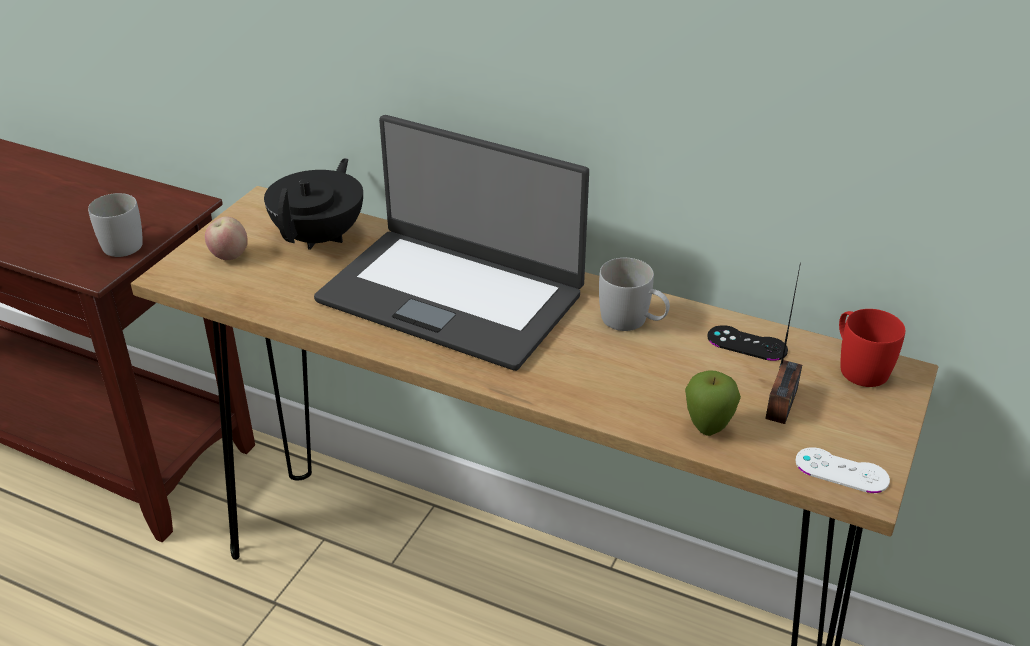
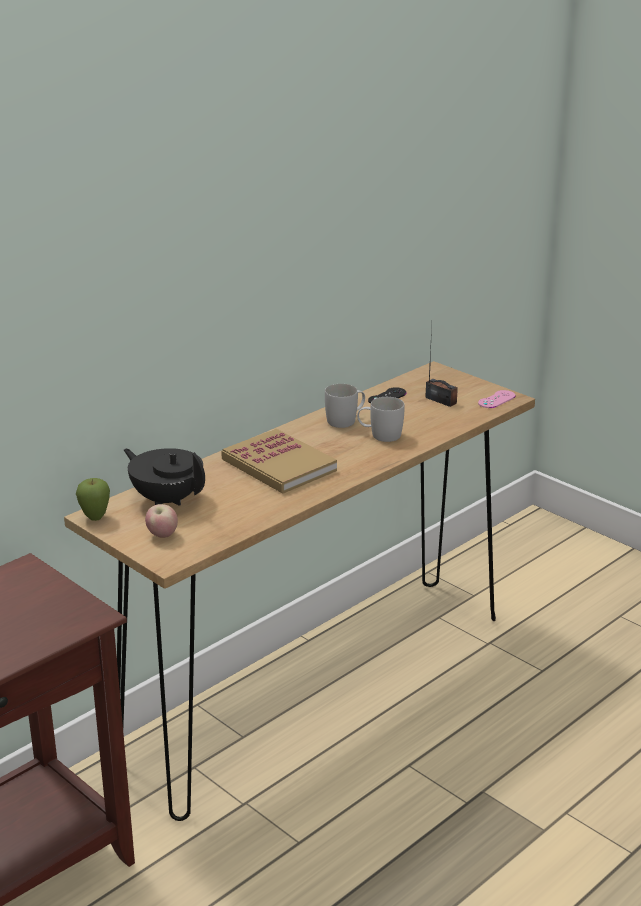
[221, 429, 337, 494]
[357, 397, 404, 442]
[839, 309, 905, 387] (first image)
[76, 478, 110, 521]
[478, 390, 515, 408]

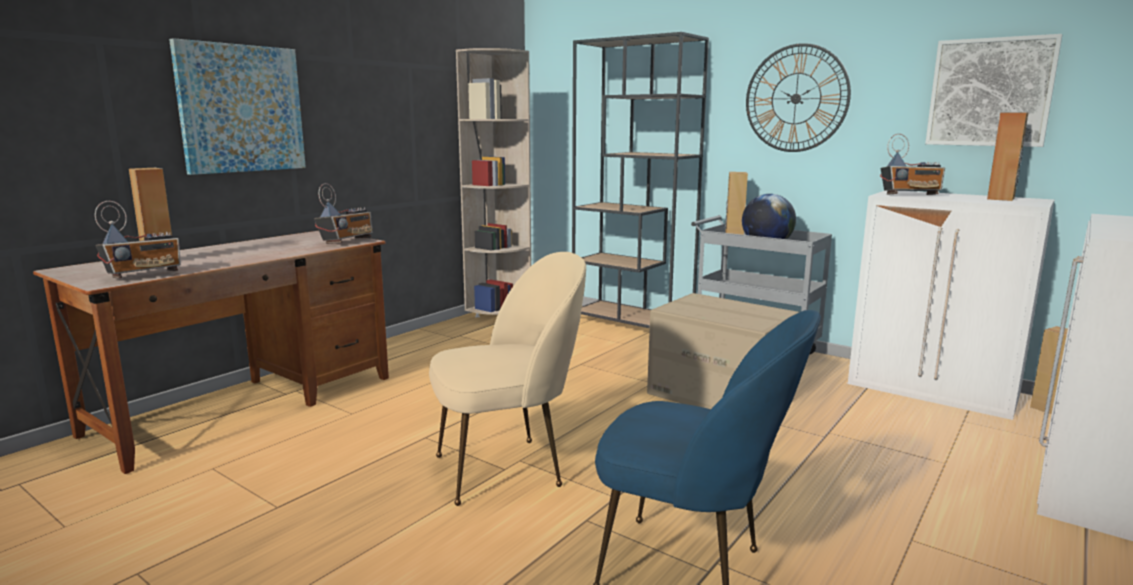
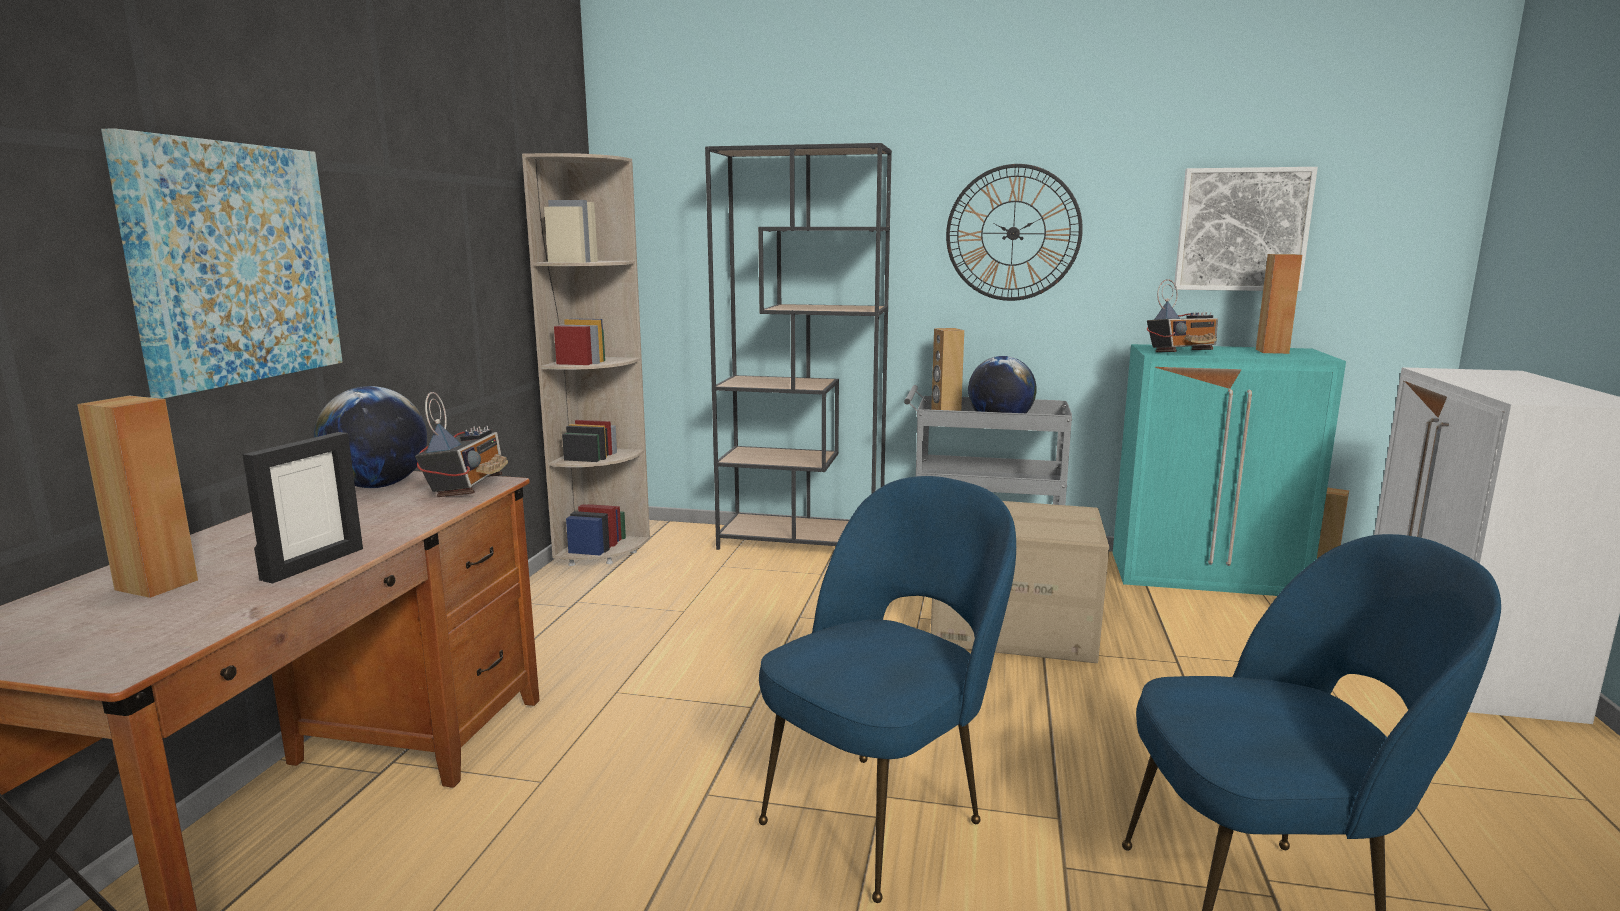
[1113, 344, 1346, 596]
[95, 201, 181, 279] (first image)
[759, 476, 1016, 903]
[314, 386, 427, 488]
[242, 432, 363, 584]

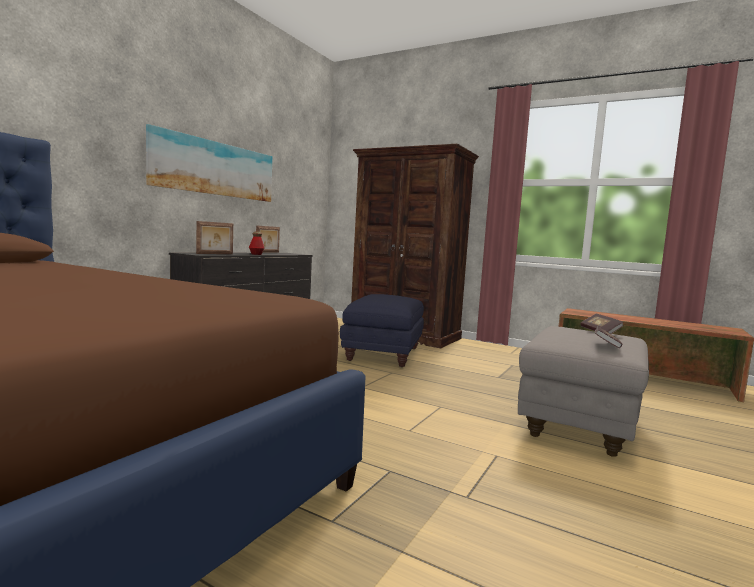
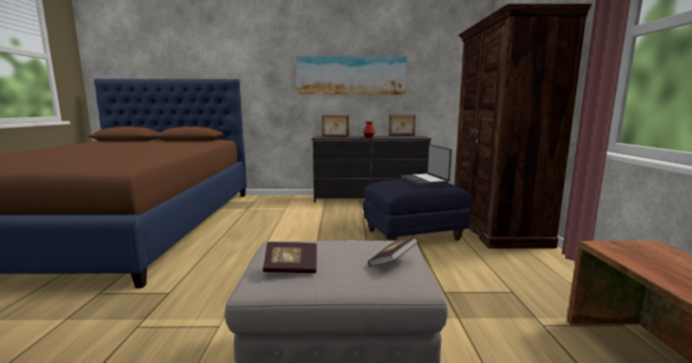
[401, 145, 452, 186]

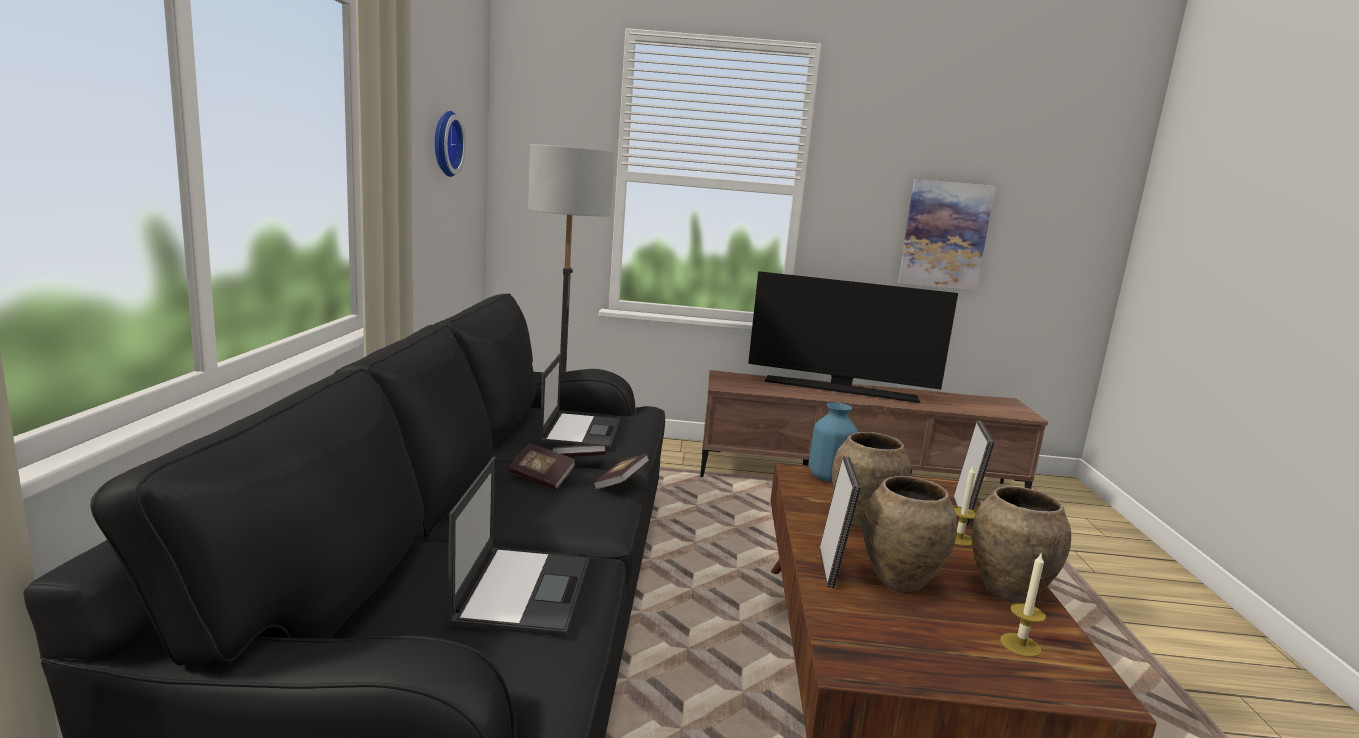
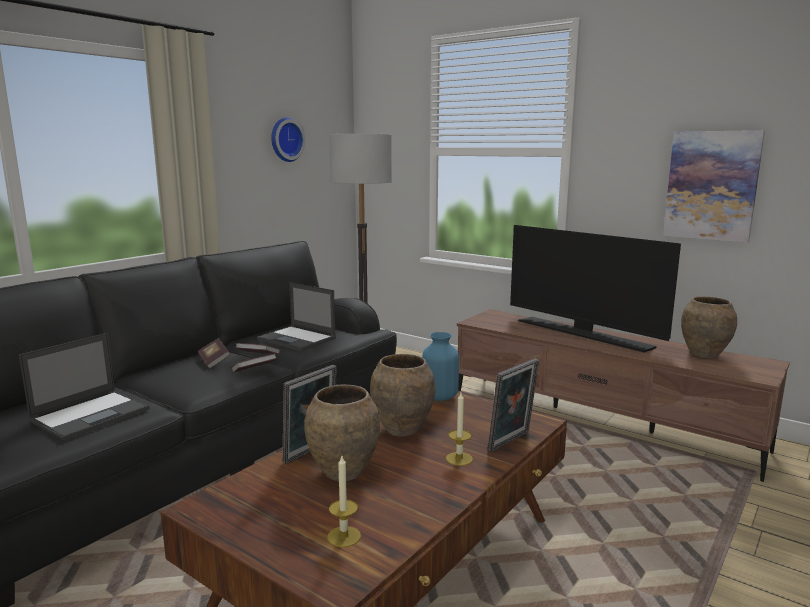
[257, 282, 336, 351]
[681, 296, 737, 358]

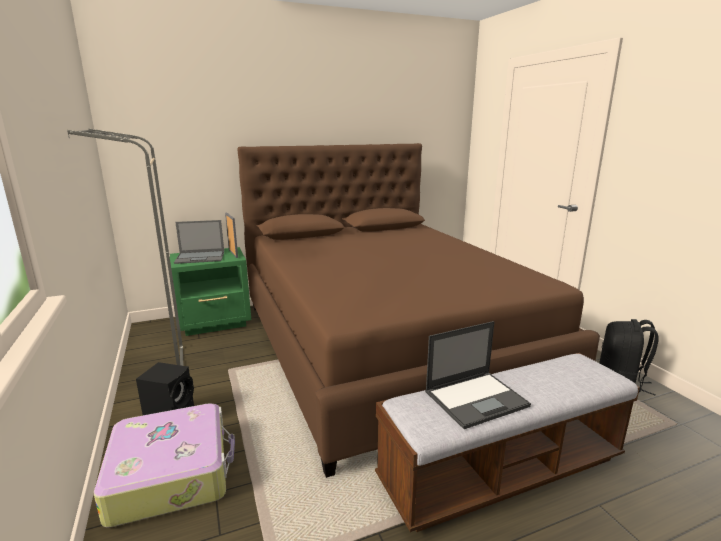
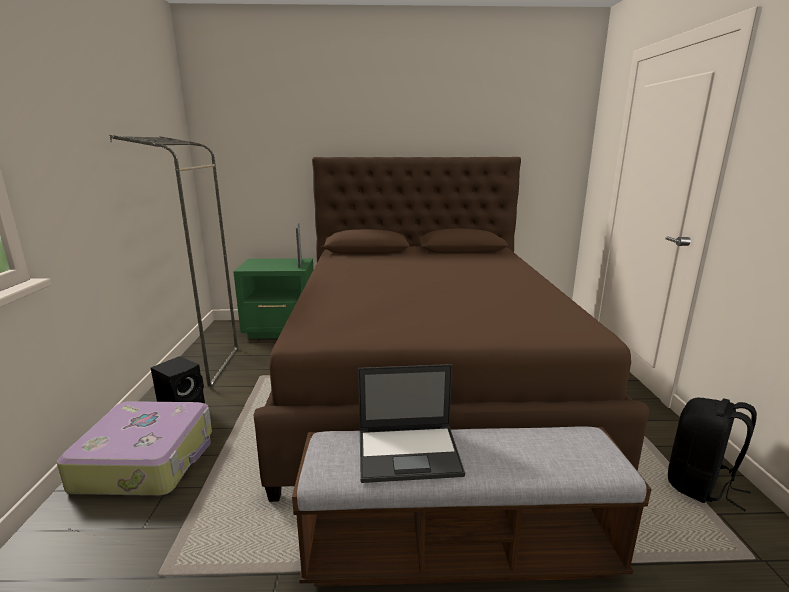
[174, 220, 224, 264] (first image)

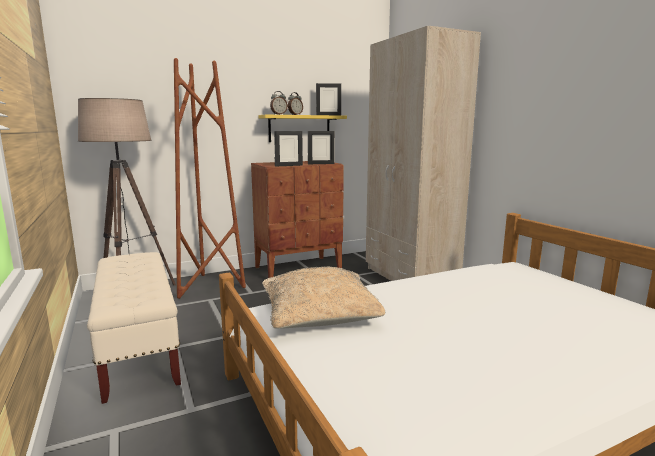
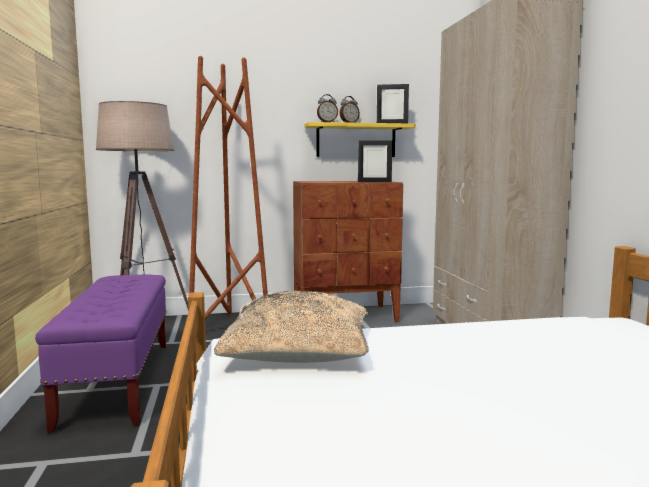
[274, 131, 303, 166] (first image)
[35, 274, 167, 433]

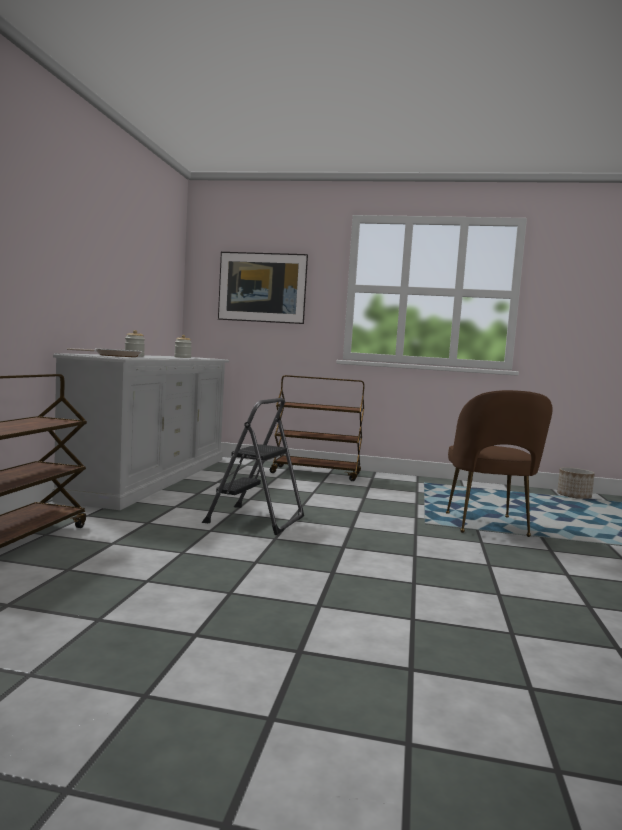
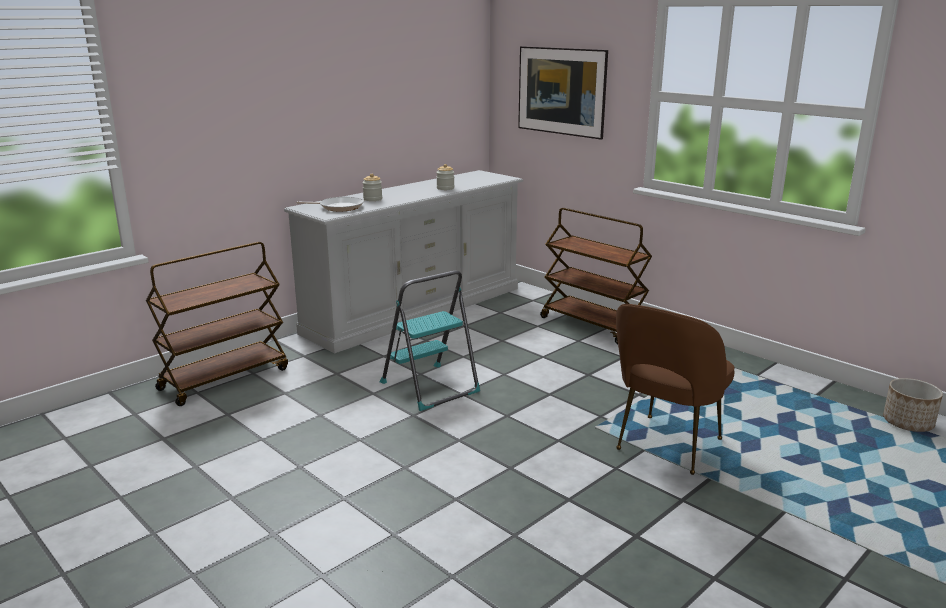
[379, 271, 480, 411]

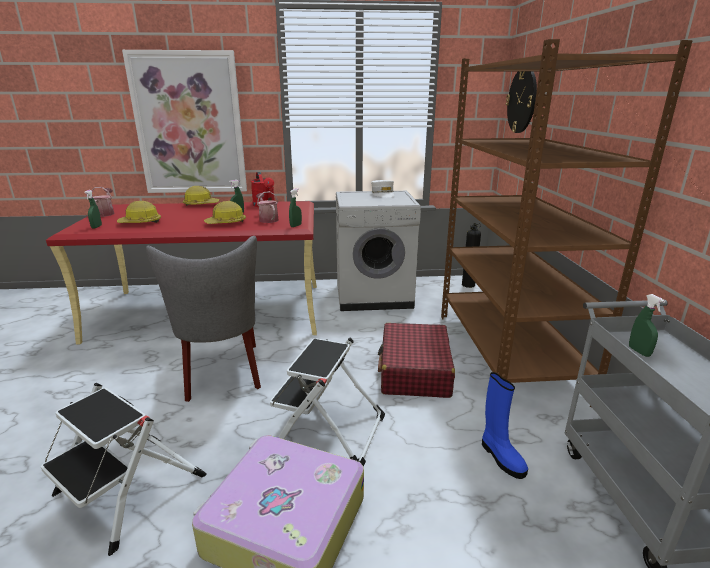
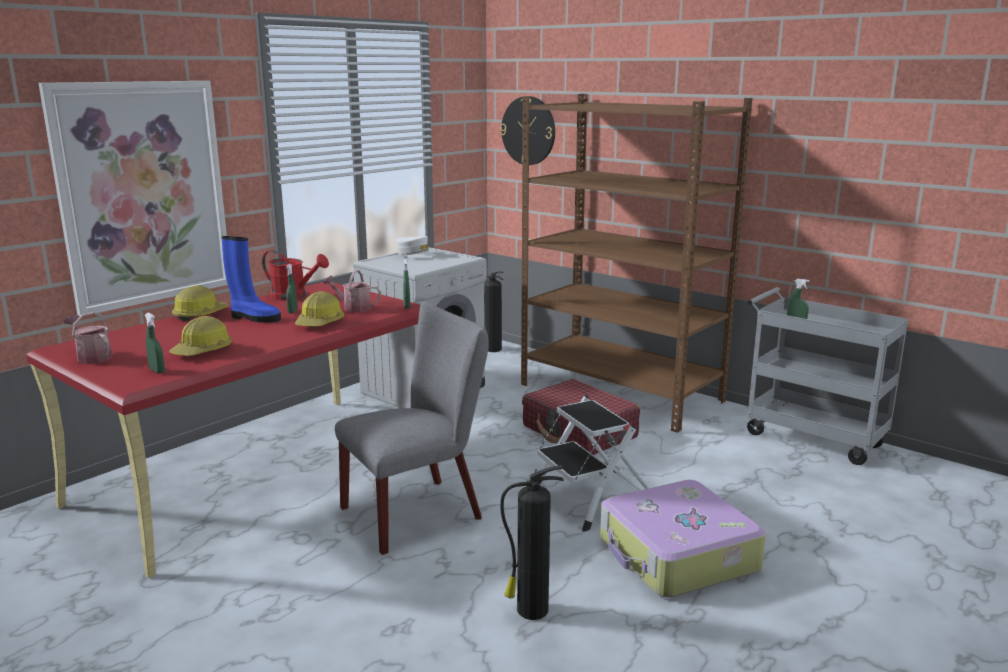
[335, 302, 489, 555]
[221, 236, 281, 323]
[500, 465, 564, 620]

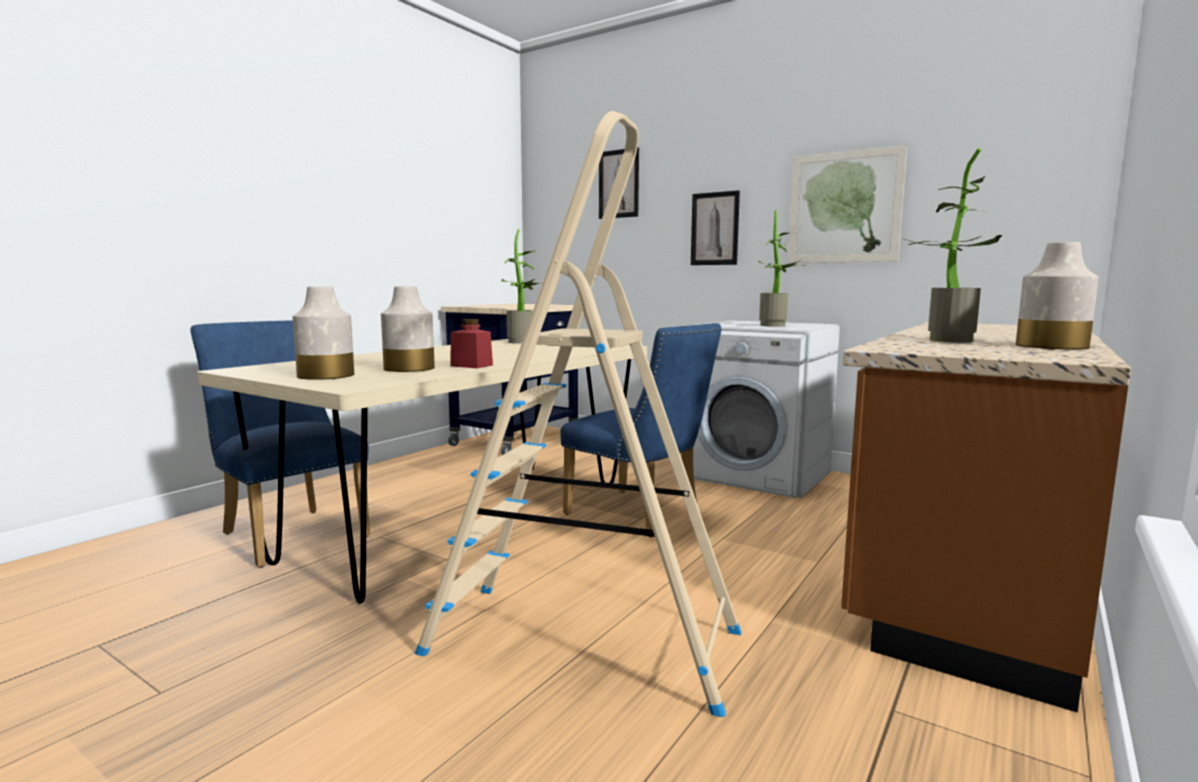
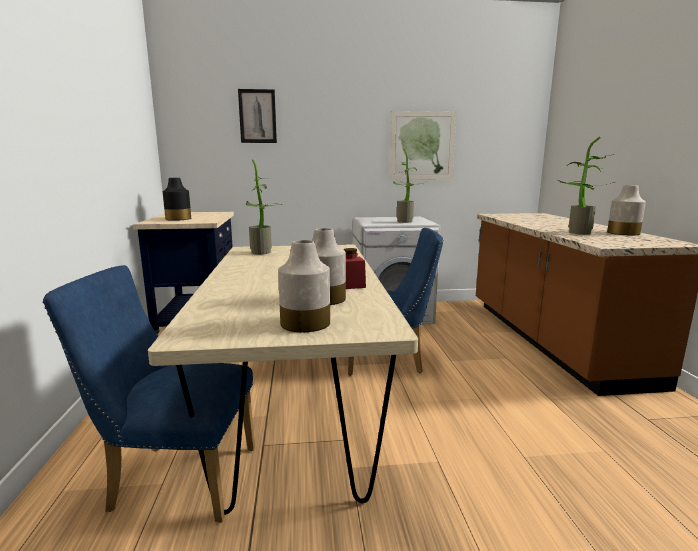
[415, 111, 742, 717] (first image)
[691, 190, 740, 265] (first image)
[163, 178, 191, 221]

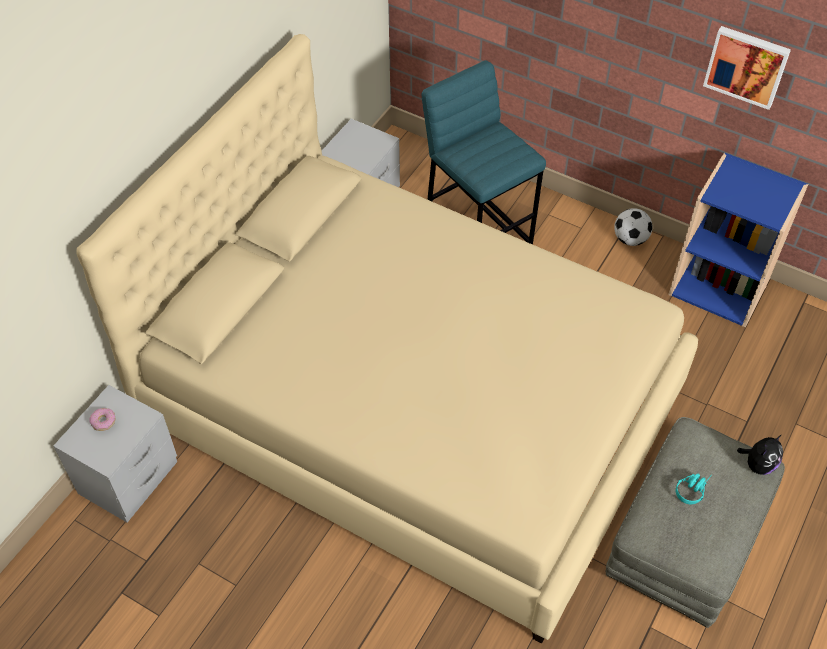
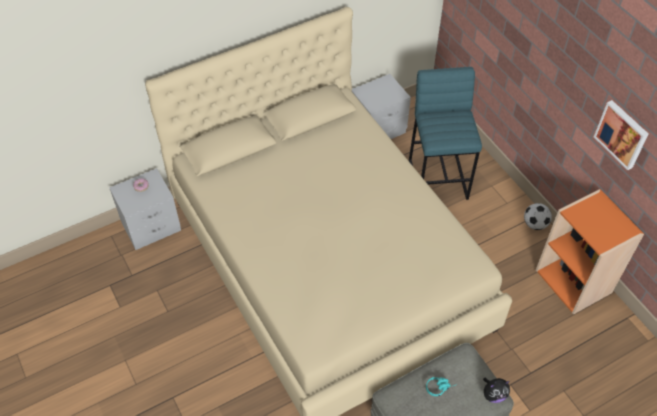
[536, 189, 644, 315]

